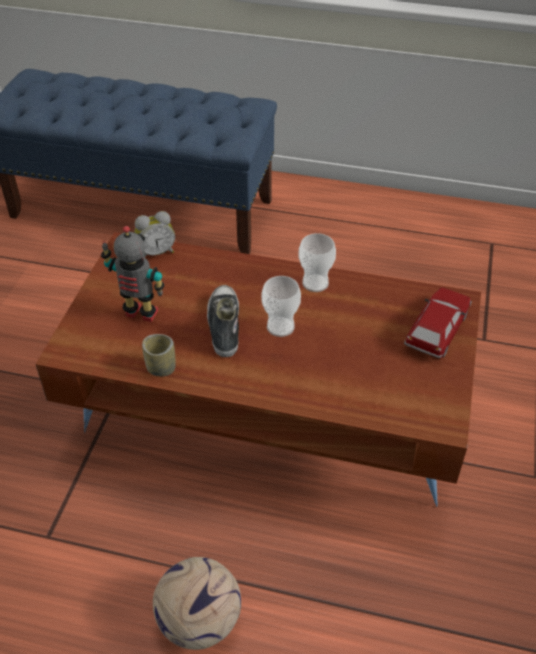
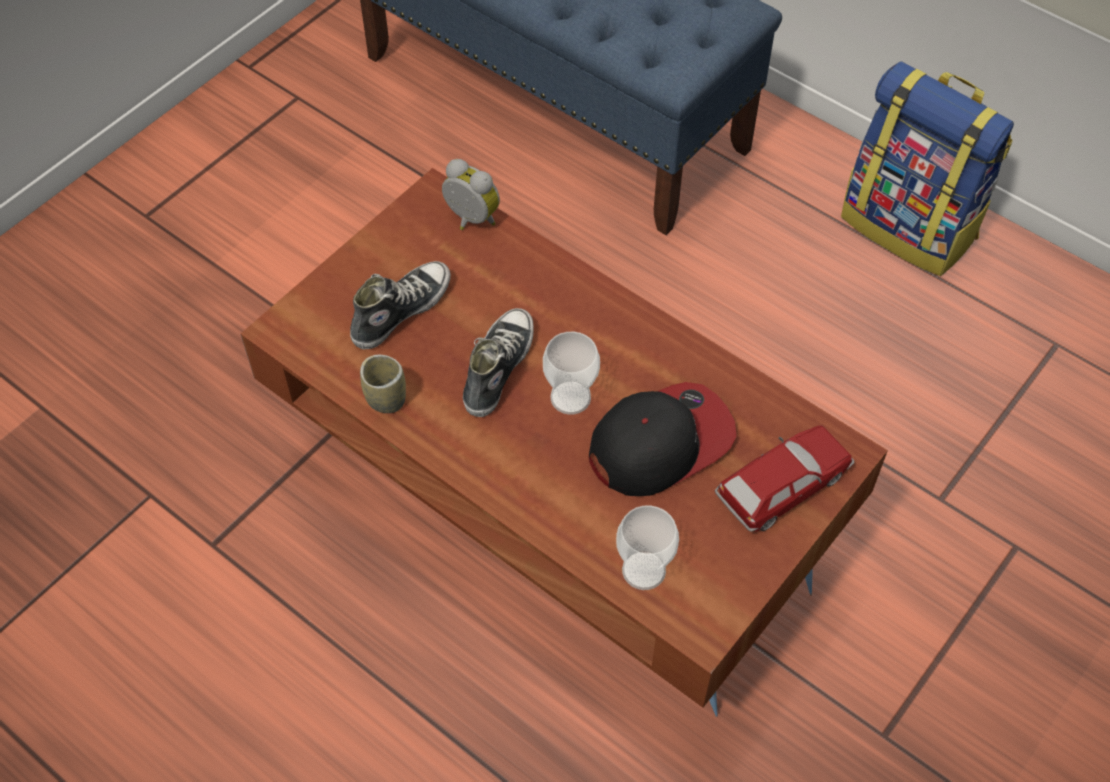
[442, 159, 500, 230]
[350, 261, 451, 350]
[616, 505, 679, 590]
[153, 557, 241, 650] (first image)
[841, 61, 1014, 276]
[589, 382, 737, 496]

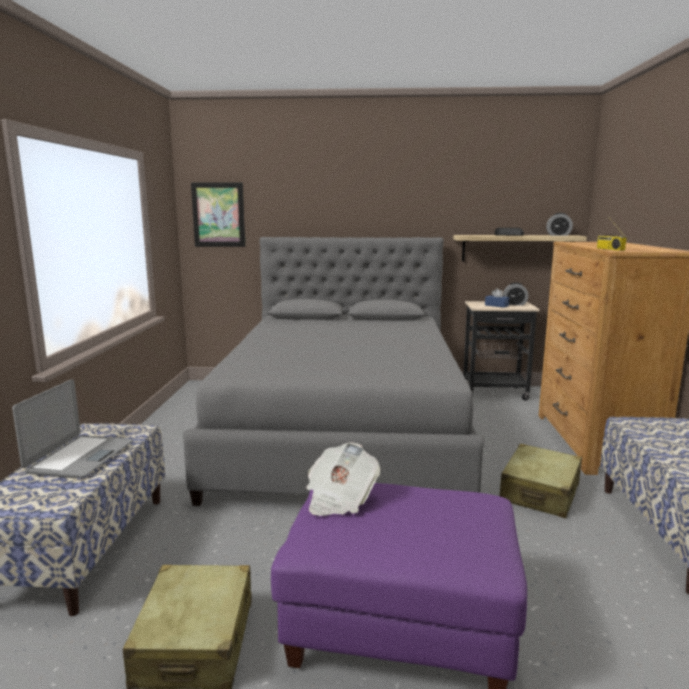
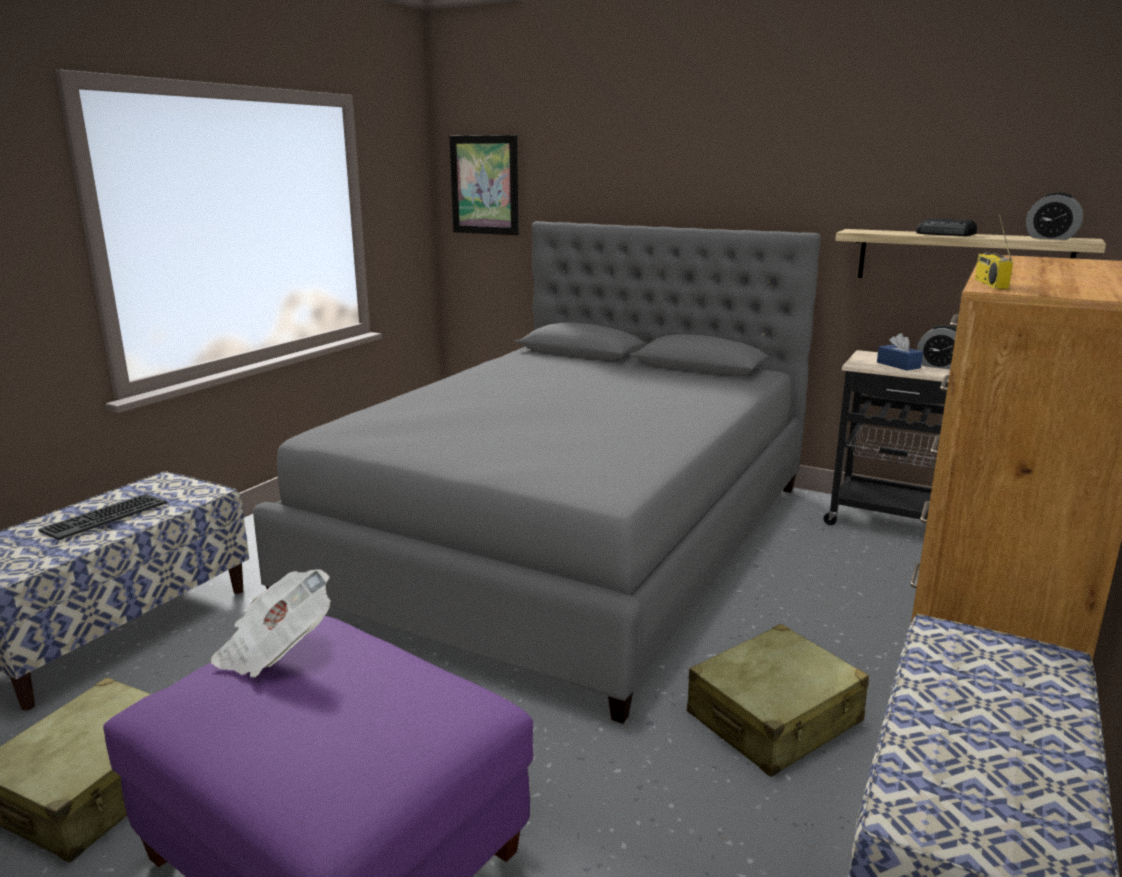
[38, 494, 167, 540]

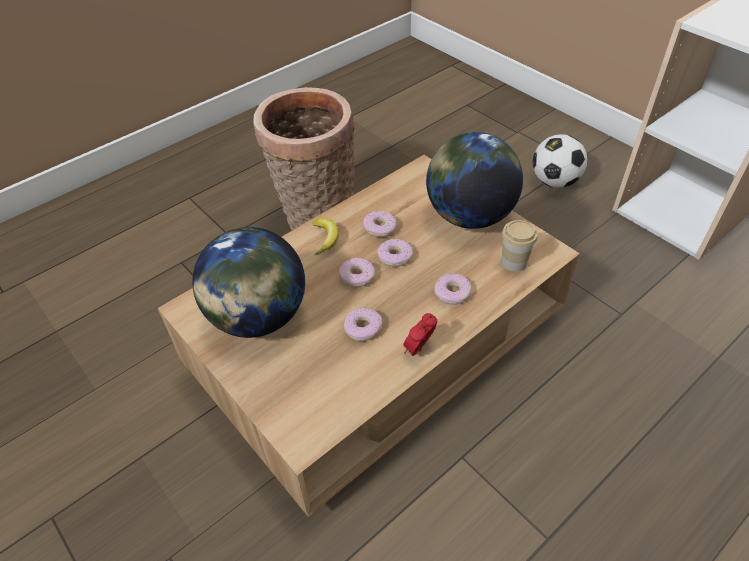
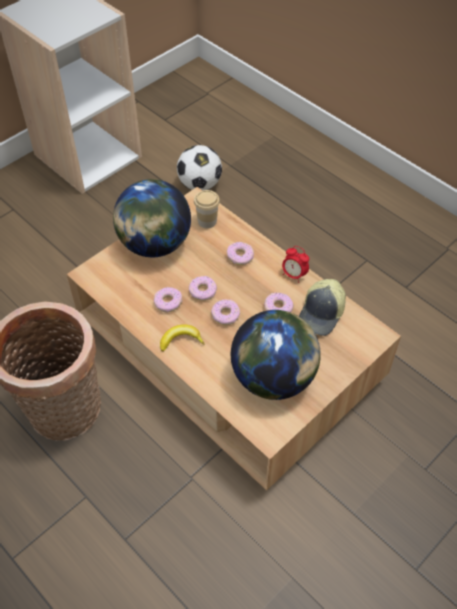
[177, 145, 222, 191]
[299, 279, 346, 336]

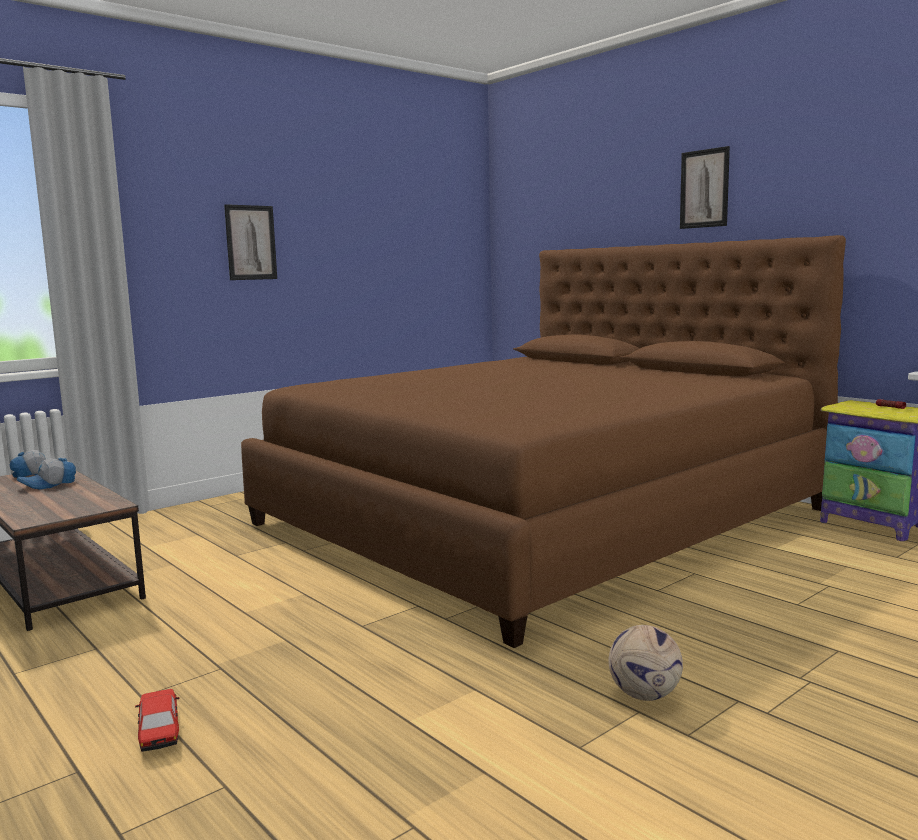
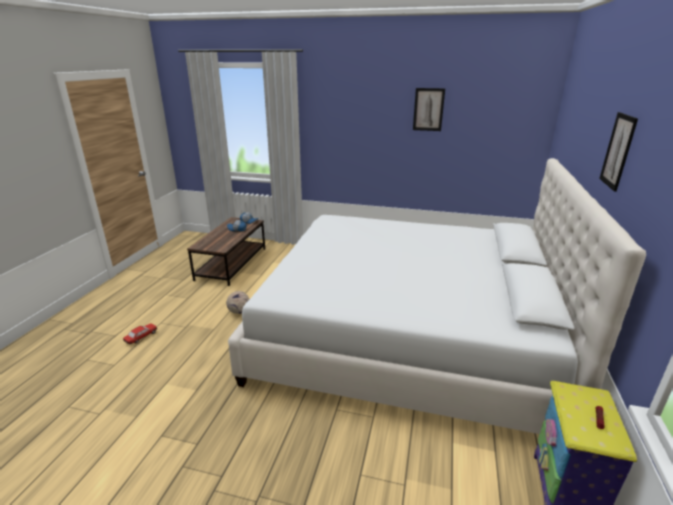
[413, 88, 445, 131]
[228, 158, 646, 434]
[226, 291, 249, 314]

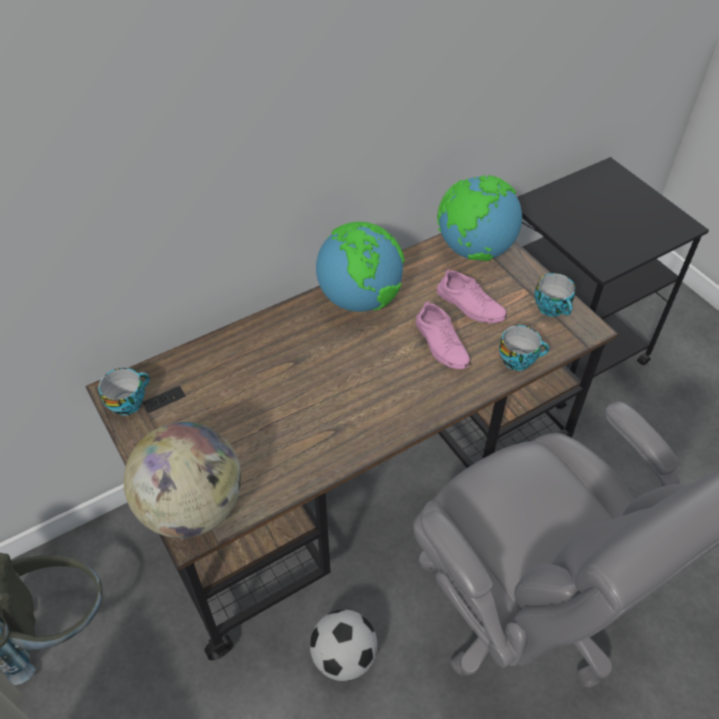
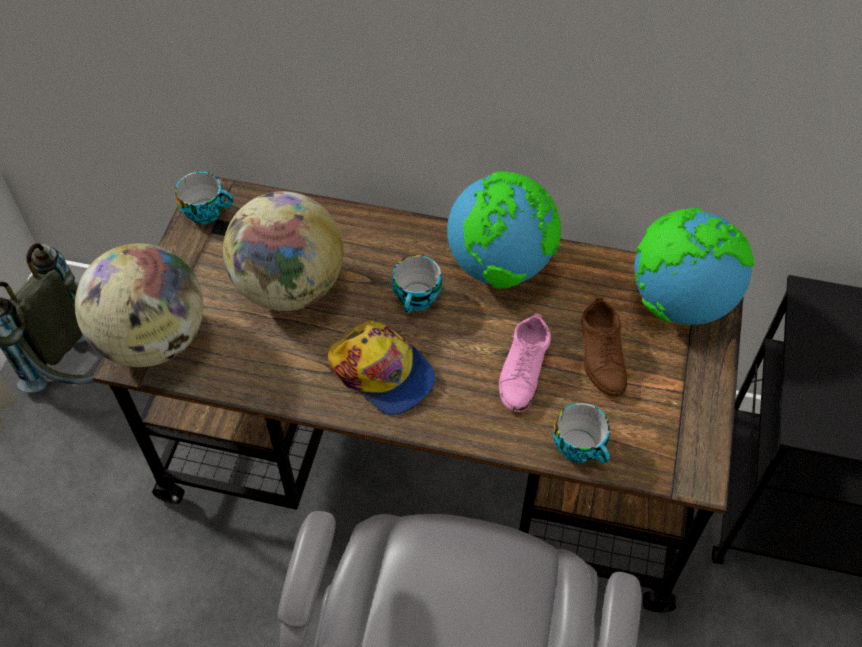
[581, 298, 627, 396]
[392, 255, 442, 313]
[310, 610, 377, 681] (first image)
[223, 191, 343, 311]
[328, 320, 436, 415]

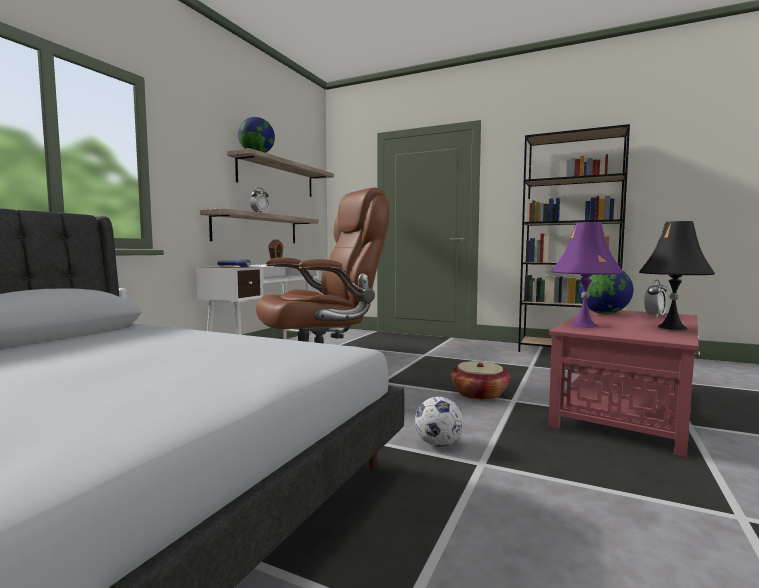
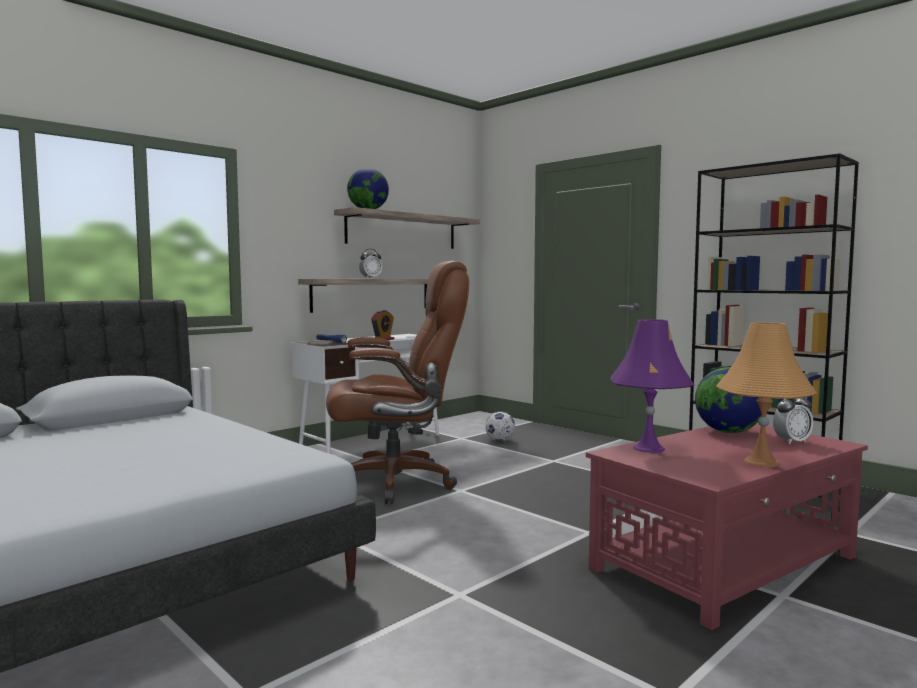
[716, 322, 817, 467]
[451, 361, 510, 400] (first image)
[485, 412, 515, 442]

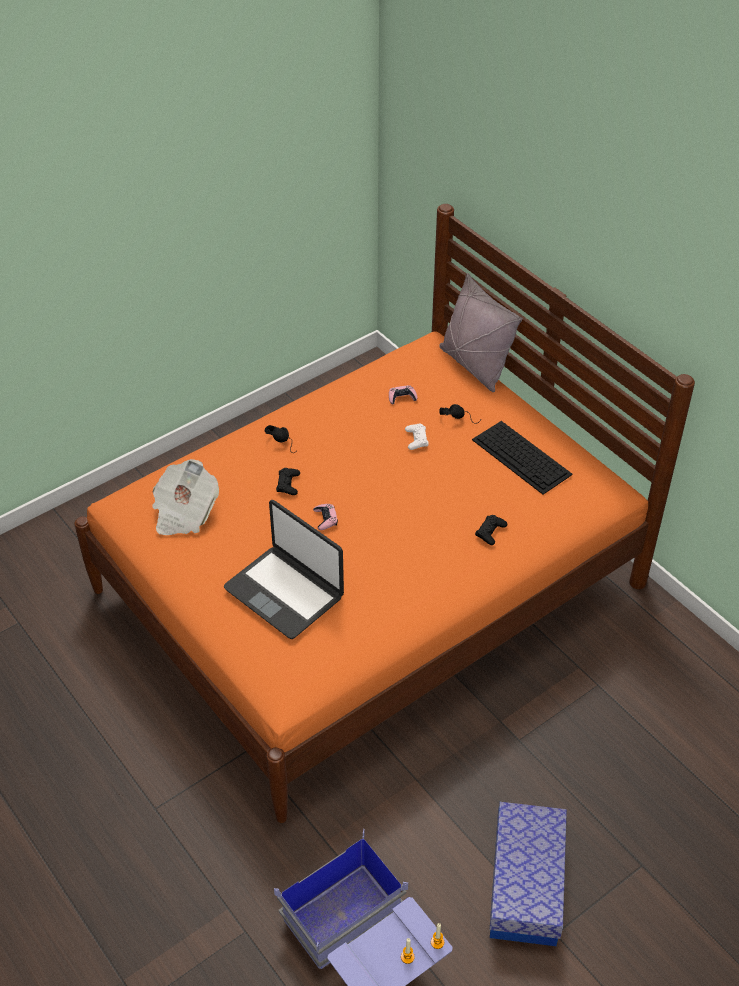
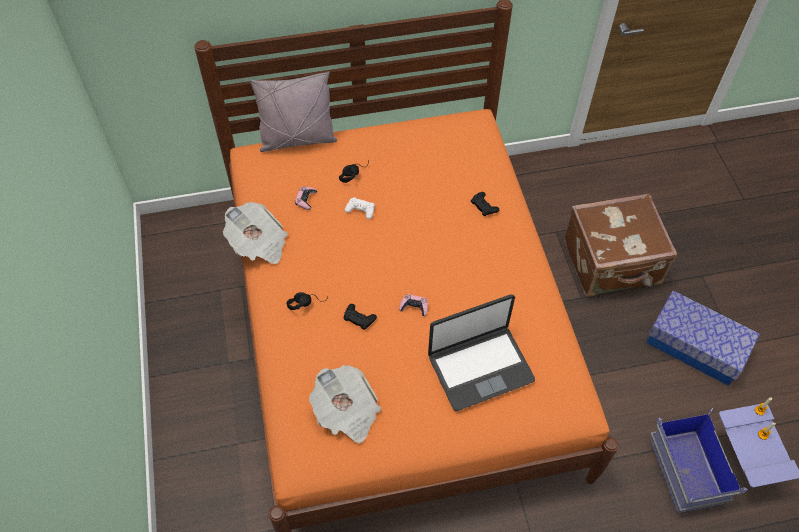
[472, 421, 573, 494] (first image)
[564, 193, 677, 297]
[223, 202, 288, 264]

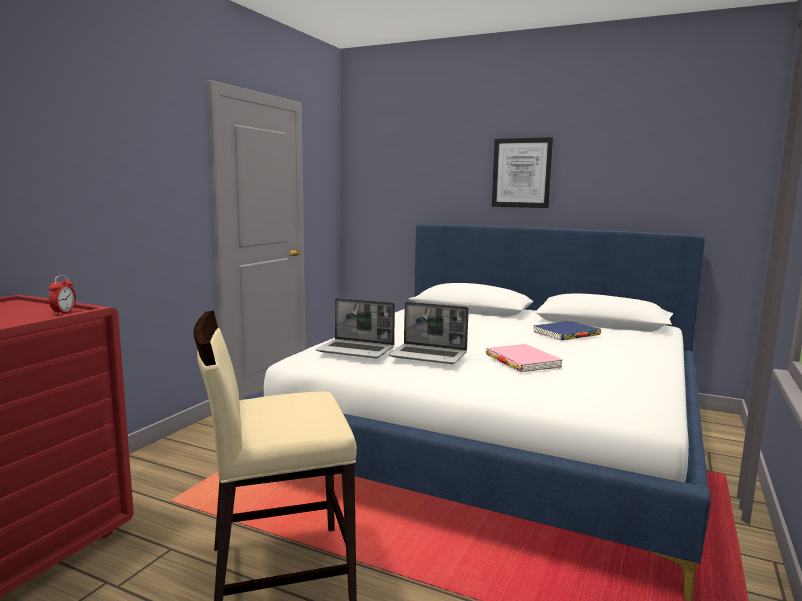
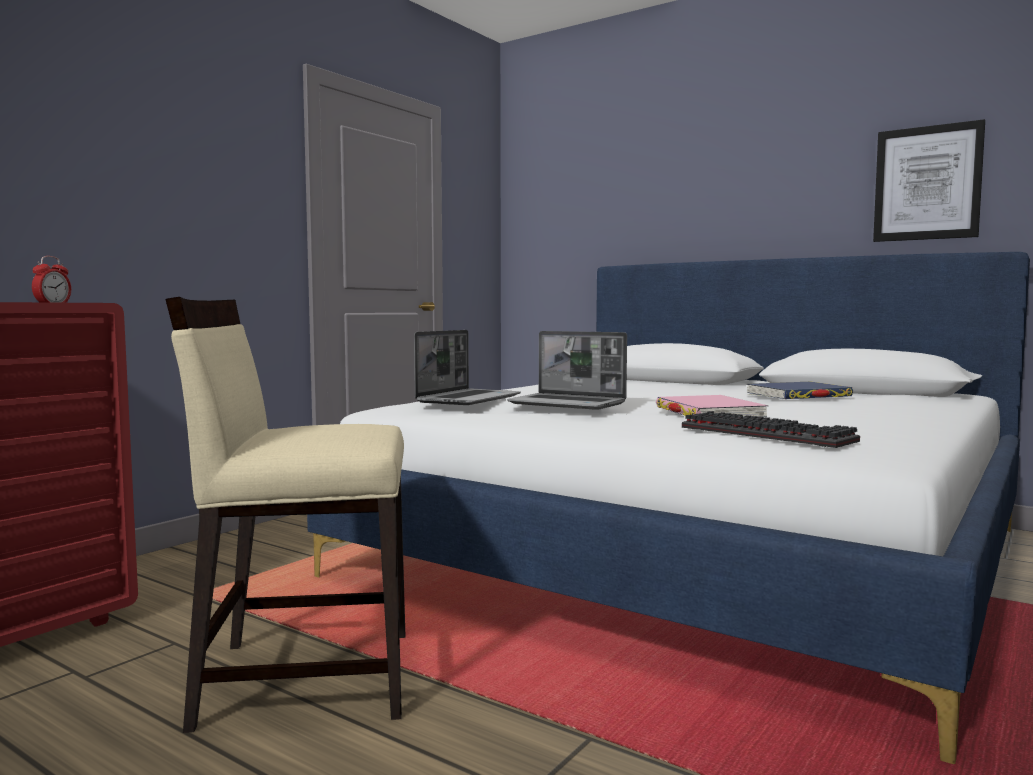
[873, 119, 985, 242]
[414, 330, 521, 405]
[682, 411, 860, 448]

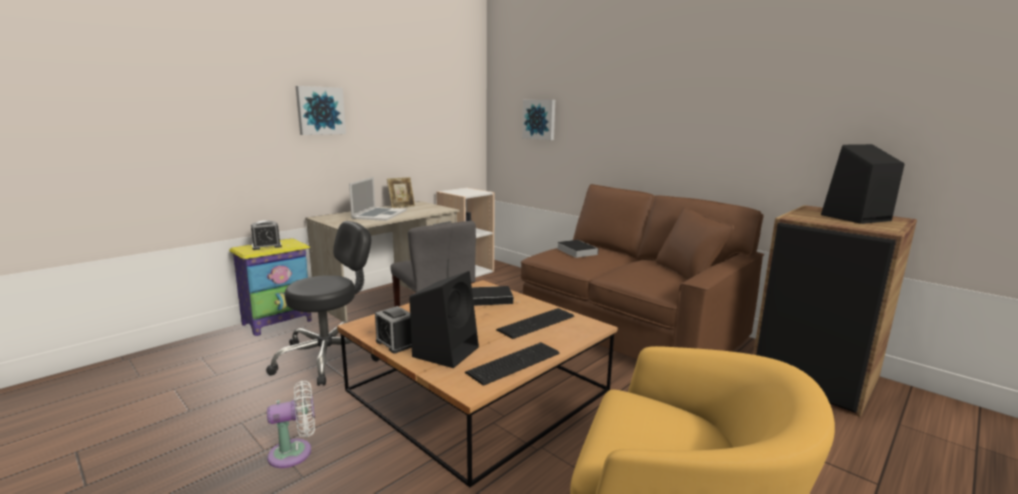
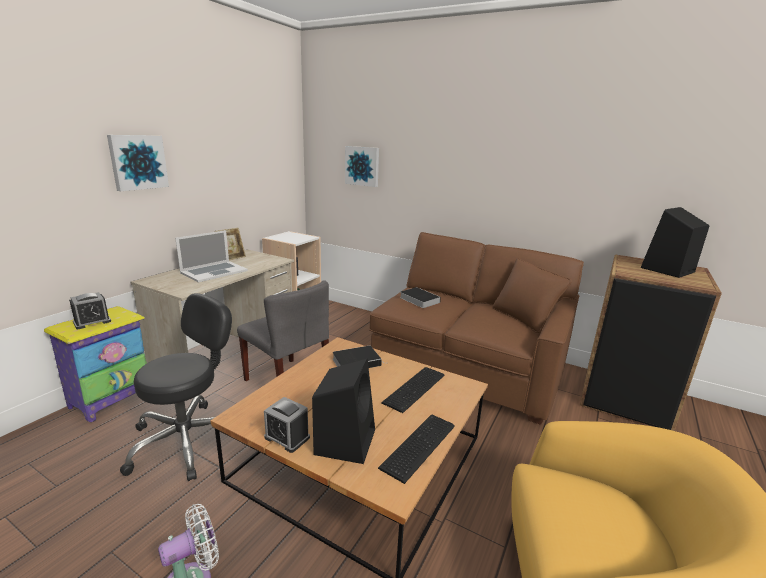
[175, 230, 248, 282]

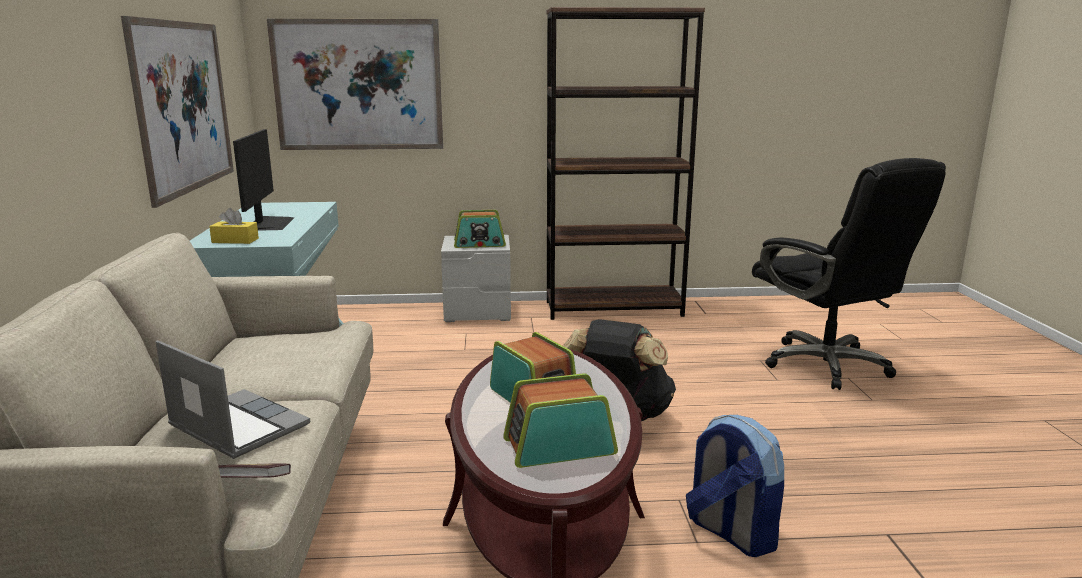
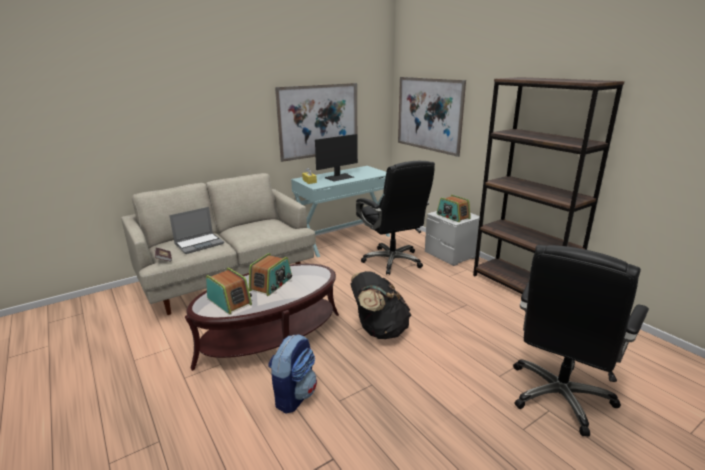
[169, 207, 224, 254]
[356, 161, 435, 275]

